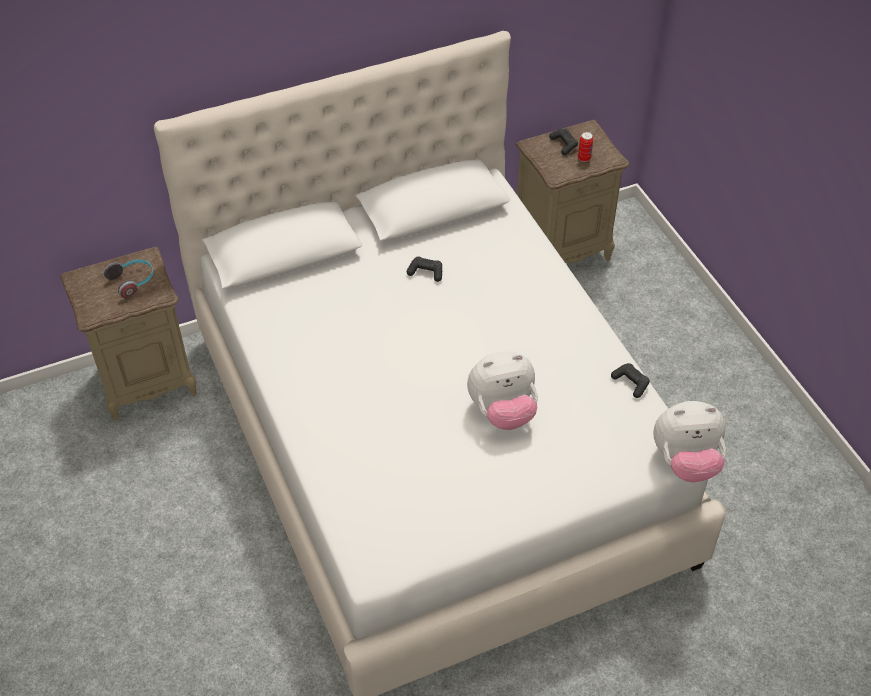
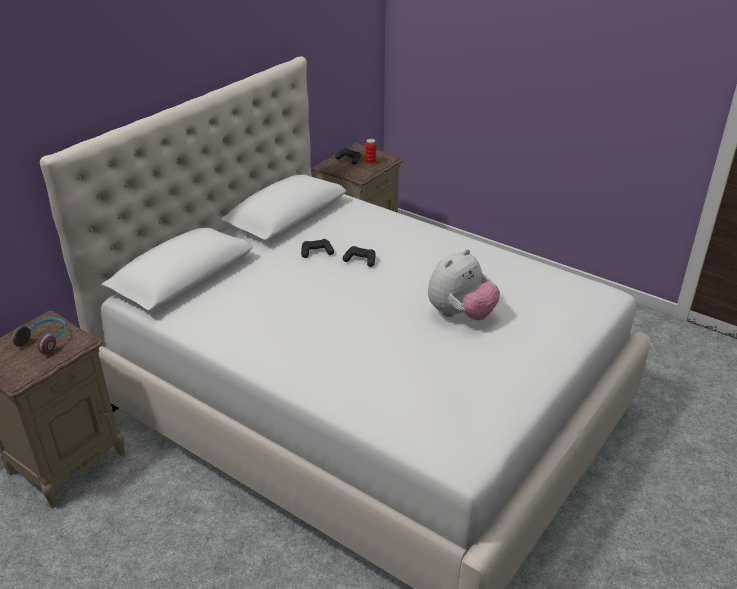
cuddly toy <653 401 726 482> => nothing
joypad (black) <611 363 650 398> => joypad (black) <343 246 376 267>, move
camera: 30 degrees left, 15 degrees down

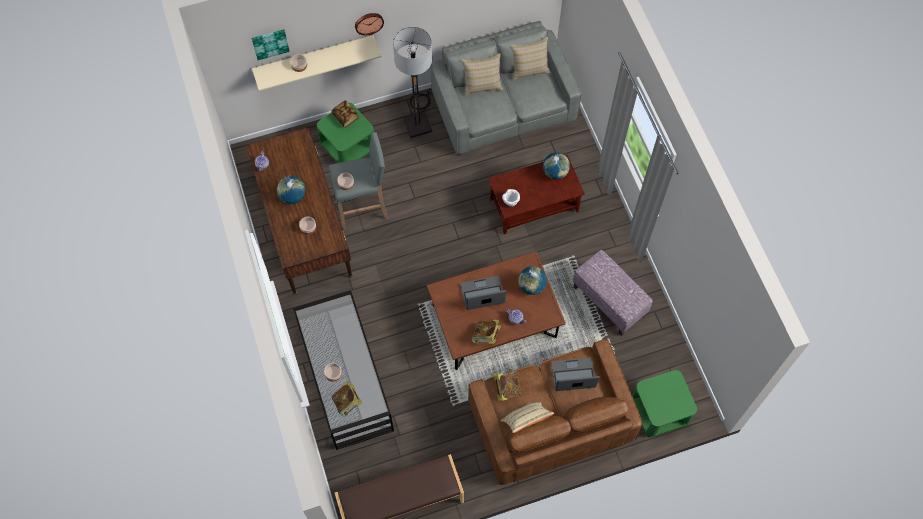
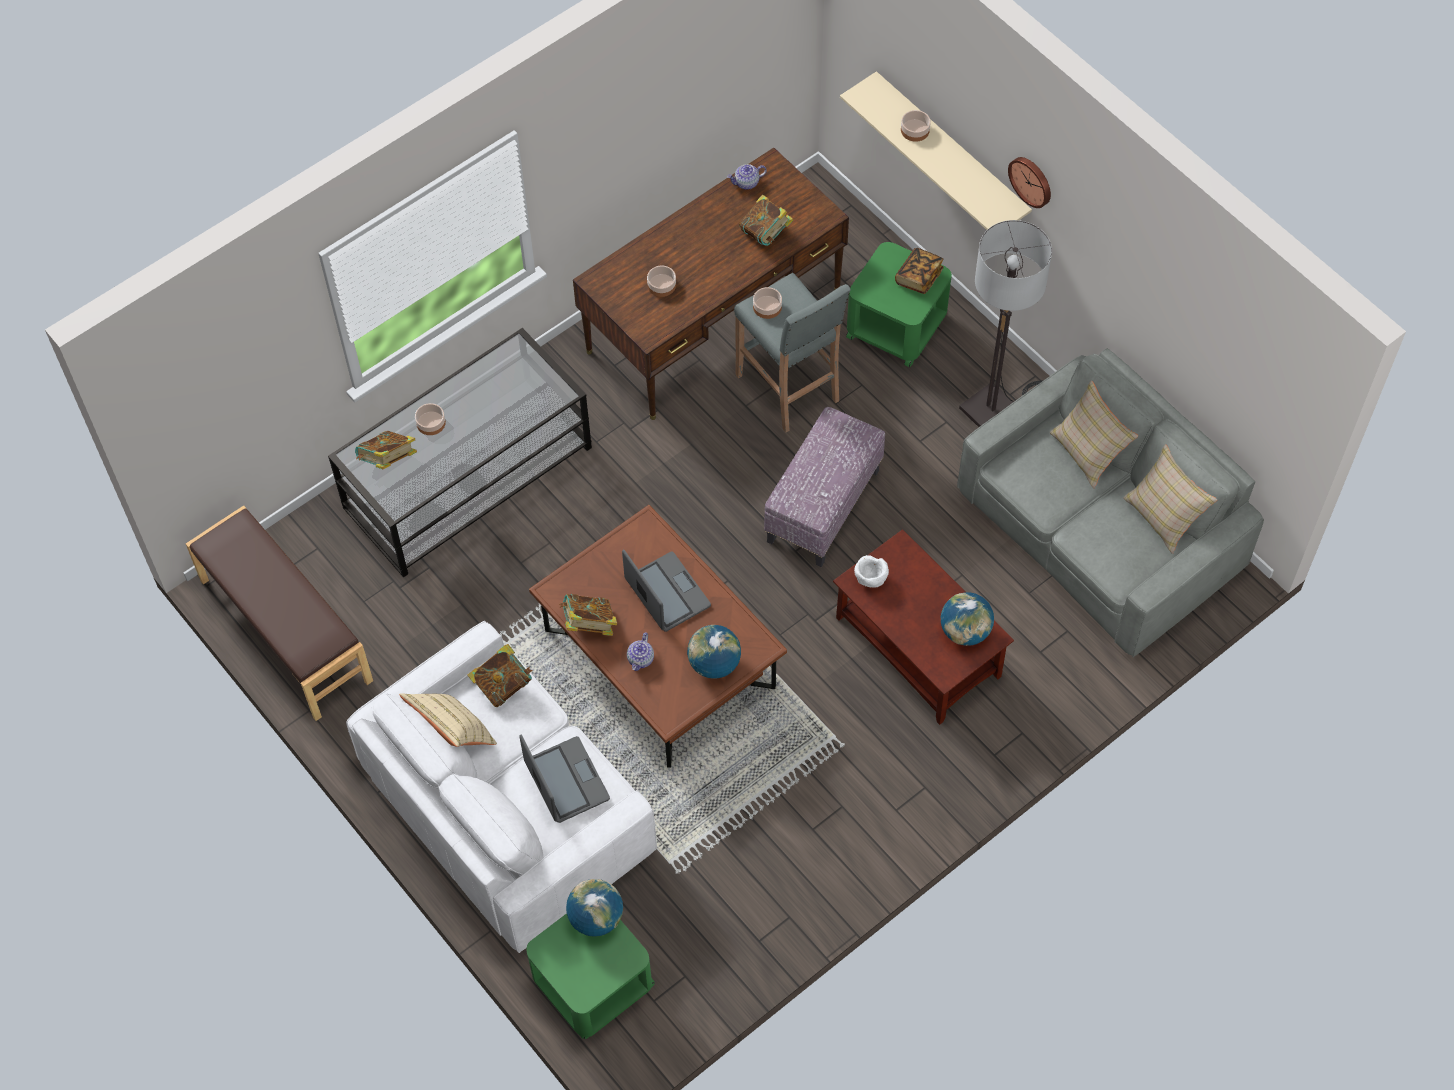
wall art <252 29 290 60> => nothing
nothing => volume <739 195 794 246>
desk globe <277 176 305 204> => desk globe <566 879 623 937>, move
pouffe <573 250 653 336> => pouffe <764 407 885 567>, move
settee (brown-coloured) <468 339 643 485> => settee (white-coloured) <346 621 657 953>
camera: 70 degrees right, 5 degrees down

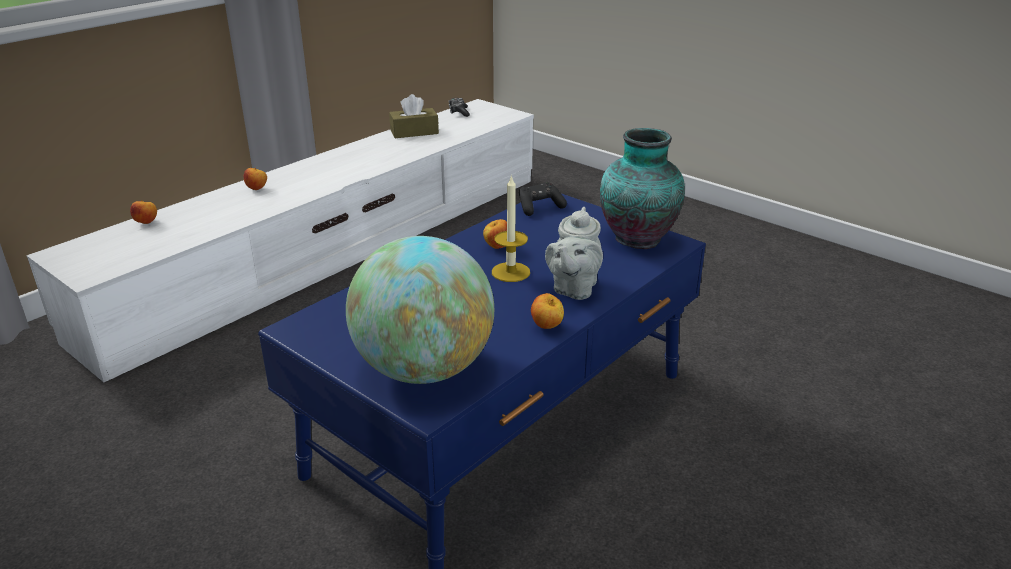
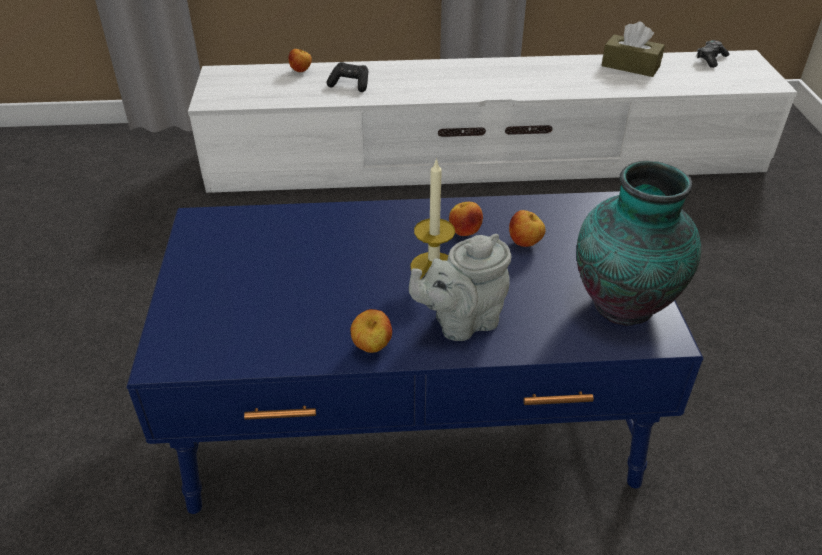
desk globe <346 236 494 384> => nothing
apple <244 168 267 190> => apple <509 210 546 247>, move
joypad (black) <519 182 567 216> => joypad (black) <327 62 368 92>, move
camera: 45 degrees right, 10 degrees up

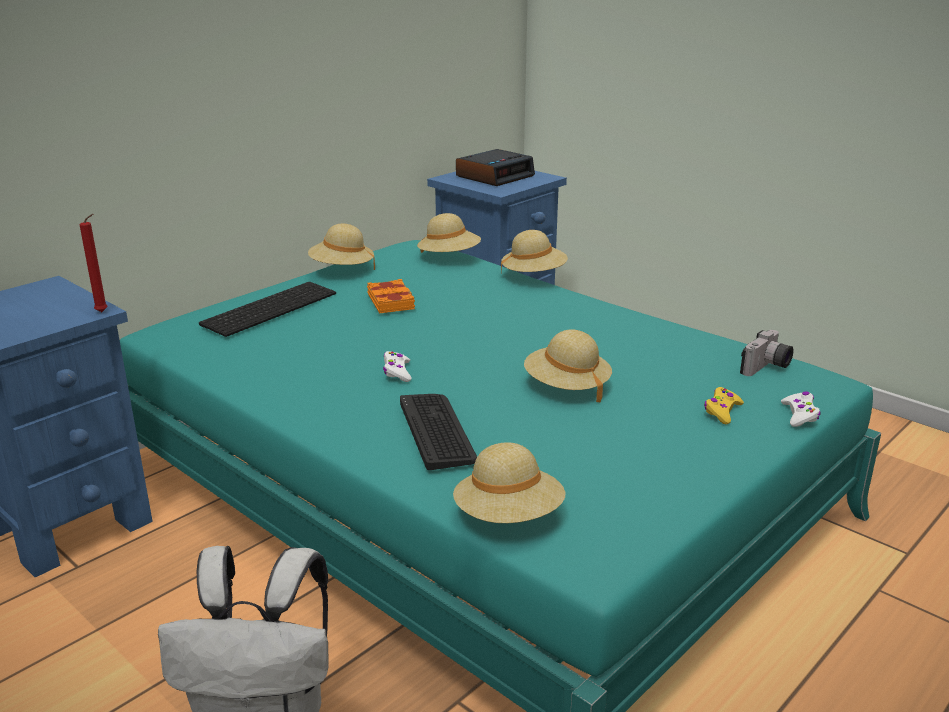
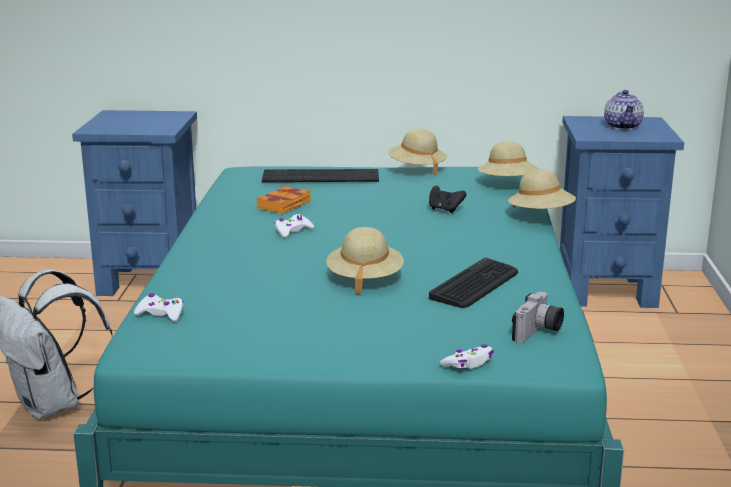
candle (red) <79 214 108 312> => nothing
joypad (yellow) <704 387 744 424> => nothing
nothing => joypad (black) <429 185 466 213>
volume (orange-coloured) <367 279 415 313> => volume (orange-coloured) <257 185 311 214>, move
keyboard <400 394 477 470> => keyboard <429 258 518 308>, move
wearable hat (sand-coloured) <453 442 566 523> => joypad (white-coloured) <134 293 183 321>
bedside clock <456 149 535 186> => pot for tea <604 90 644 130>
photo camera <740 330 793 376> => photo camera <512 292 564 343>, 60 degrees counterclockwise
camera: 50 degrees right, 5 degrees down

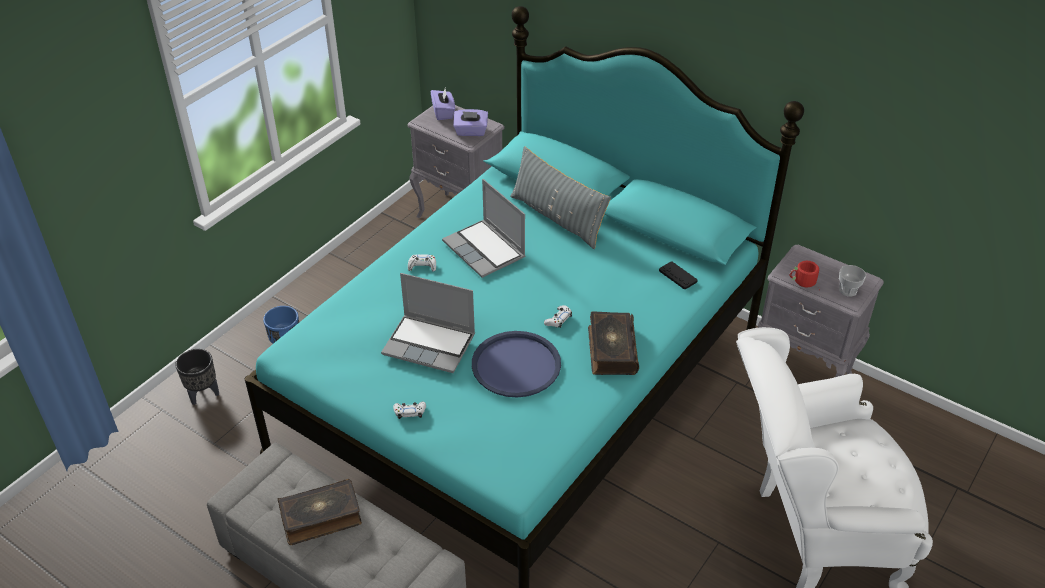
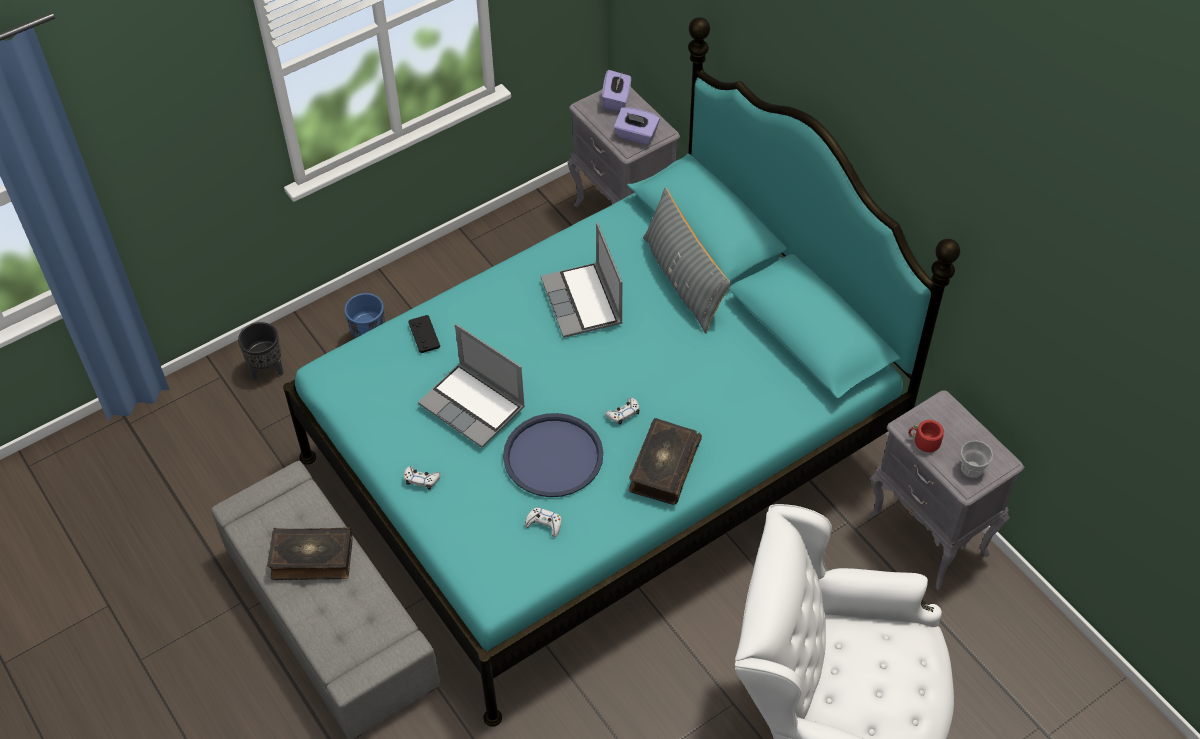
joypad (white-coloured) <408 254 436 272> => joypad (white-coloured) <525 507 562 537>, move
joypad (black) <659 262 697 290> => joypad (black) <408 315 440 353>, move
camera: 20 degrees right, 10 degrees up

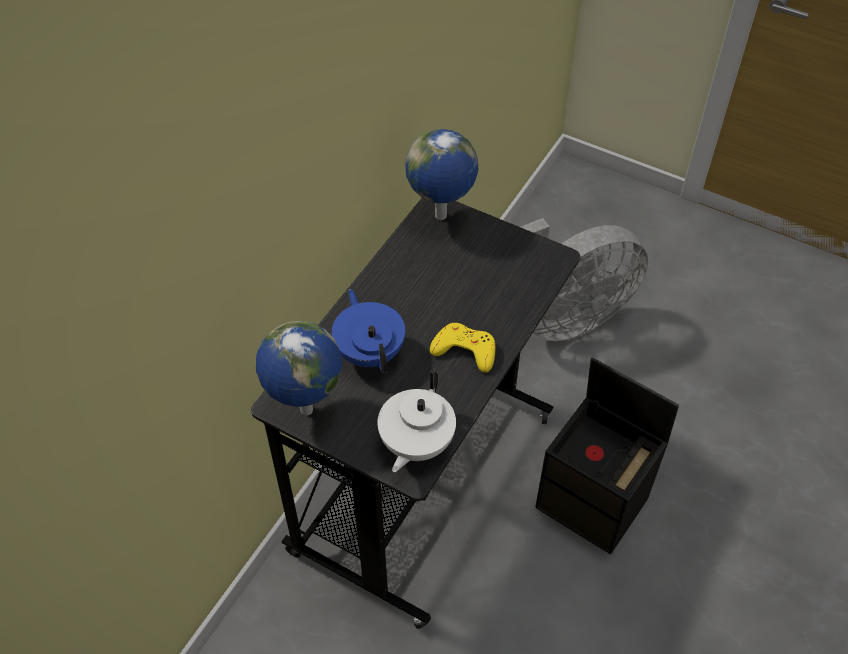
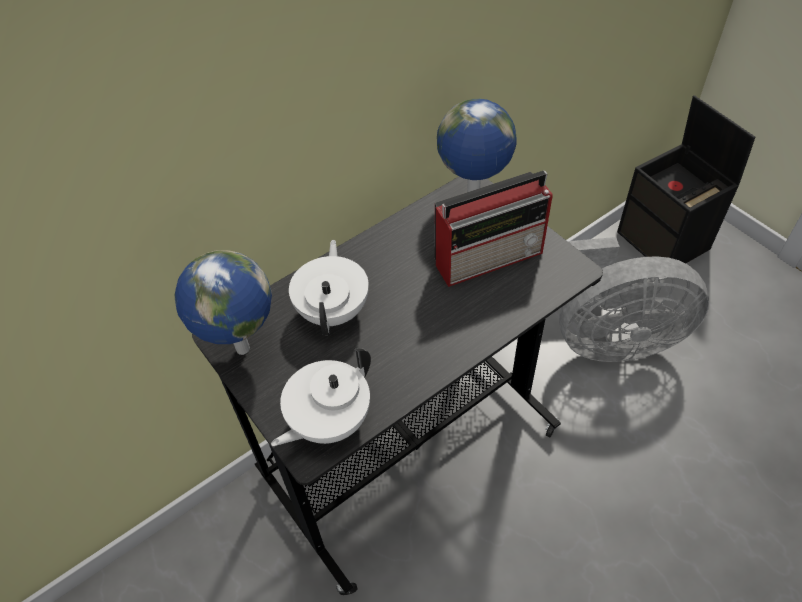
joypad (yellow) <430 323 495 373> => nothing
nothing => radio <435 171 553 287>
storage box (black) <535 357 679 554> => storage box (black) <617 95 755 263>, move
pot for tea (blue) <332 289 405 374> => pot for tea (white-coloured) <289 240 369 335>
camera: 25 degrees right, 0 degrees up

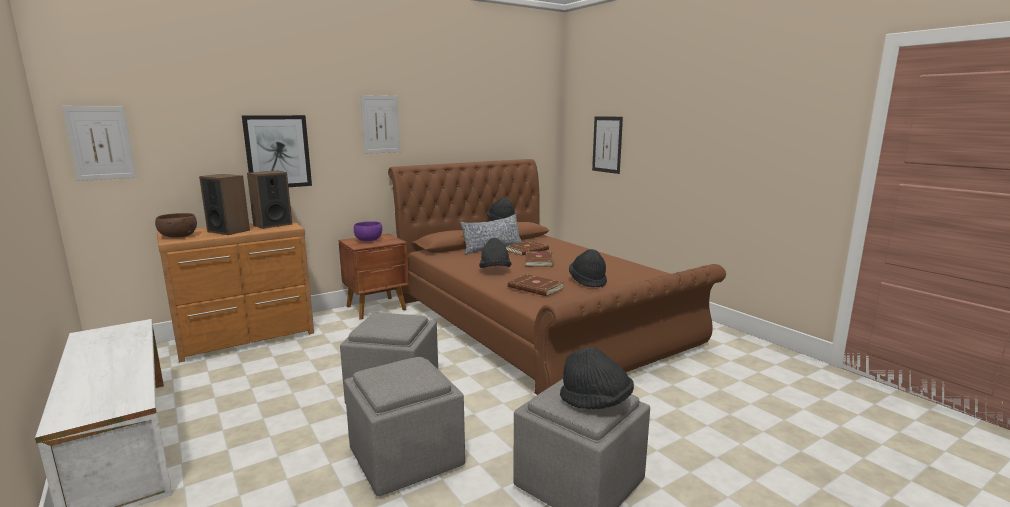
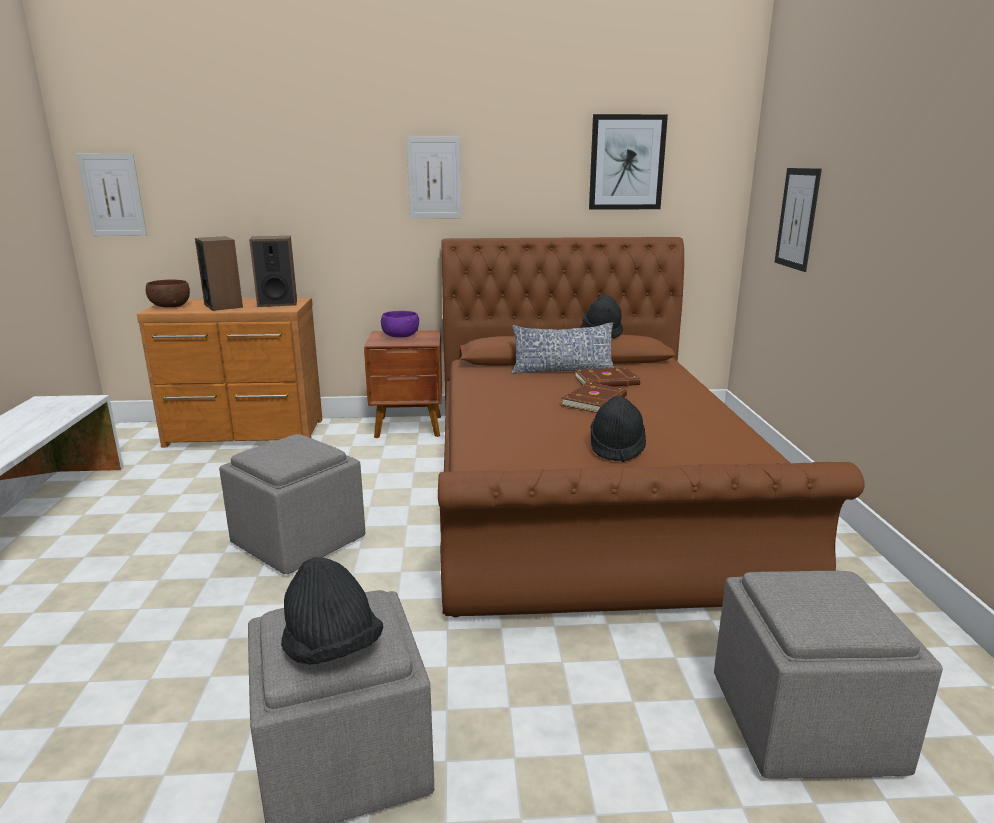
wearable hat (black) <479 238 512 268> => nothing
volume (brown-coloured) <508 274 564 296> => nothing
wall art <242 115 312 187> => wall art <589 114 668 210>, move
pouffe (gray) <344 357 465 496> => pouffe (gray) <714 571 943 779>, move
camera: 30 degrees right, 5 degrees up

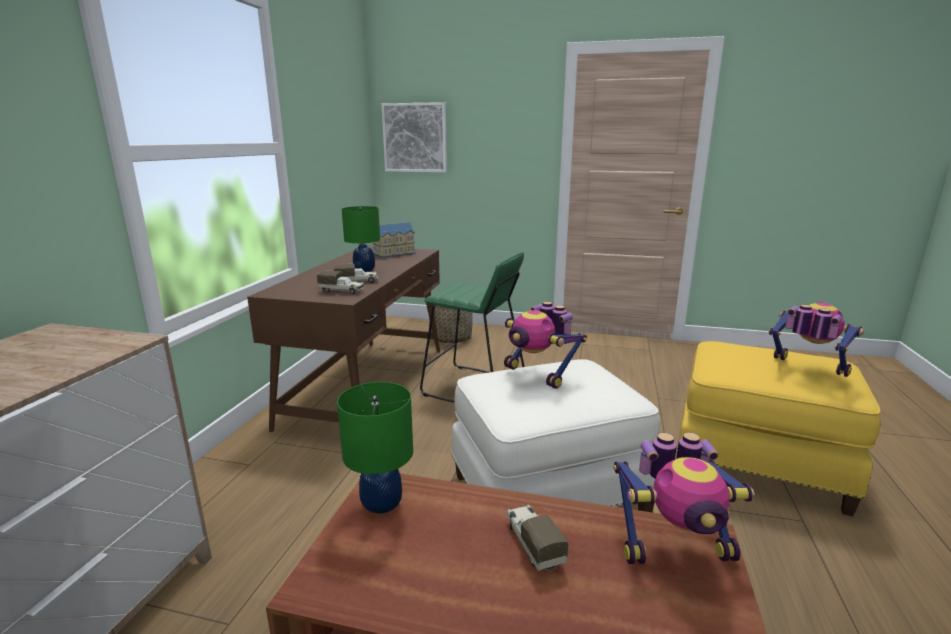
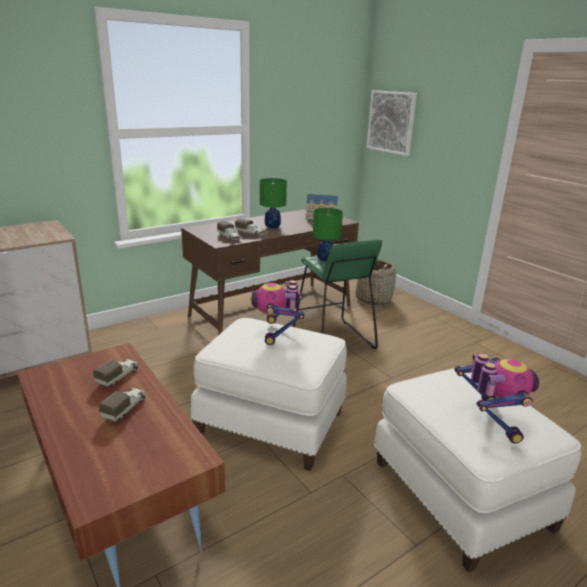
model robot <613 432 754 564> => nothing
nothing => toy lorry <93 359 139 387>
table lamp (greenish) <337 382 413 514> => table lamp (greenish) <313 208 343 261>, move
pouffe (yellow) <676 341 881 516> => pouffe (white-coloured) <374 366 582 573>
camera: 40 degrees right, 5 degrees up

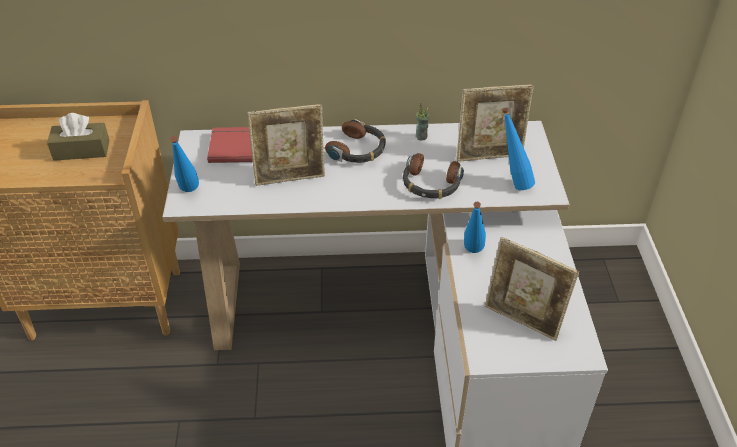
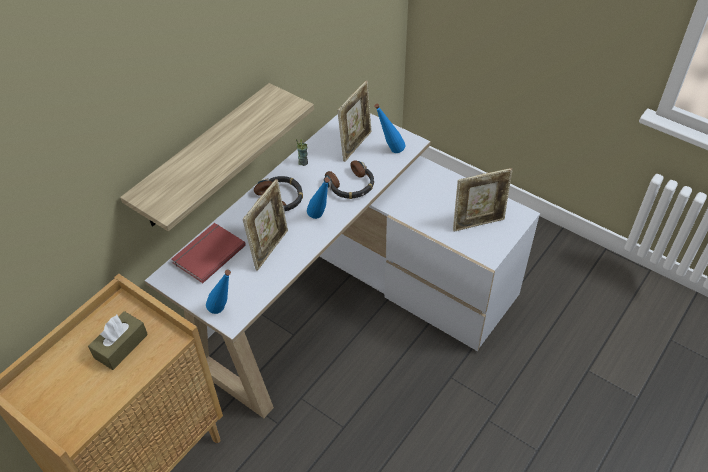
nothing => bracket shelf <120 83 314 231>
beverage bottle (blue) <464 202 486 253> => beverage bottle (blue) <307 177 330 219>, move
camera: 50 degrees left, 5 degrees up

